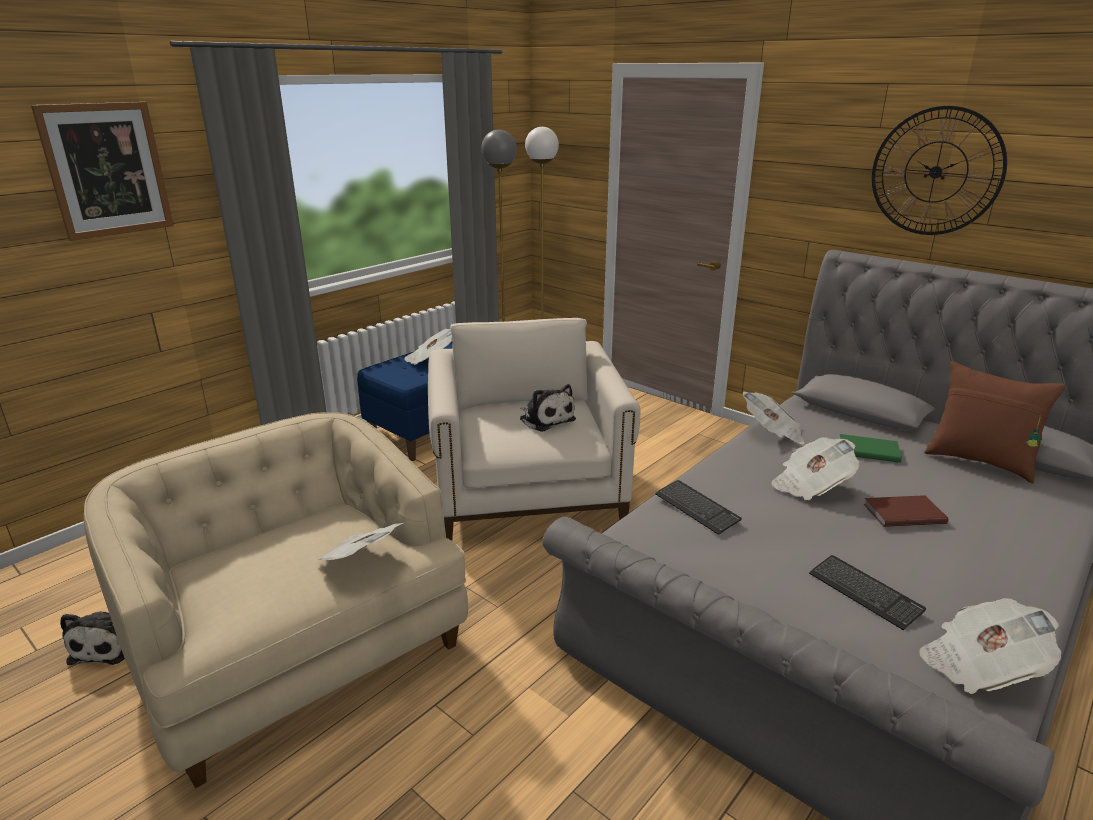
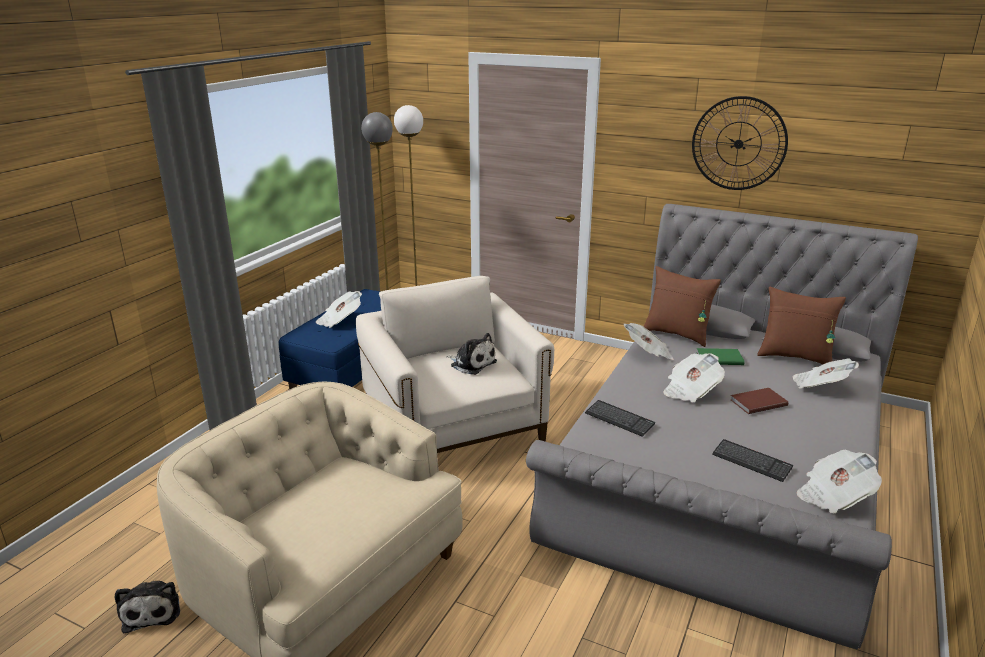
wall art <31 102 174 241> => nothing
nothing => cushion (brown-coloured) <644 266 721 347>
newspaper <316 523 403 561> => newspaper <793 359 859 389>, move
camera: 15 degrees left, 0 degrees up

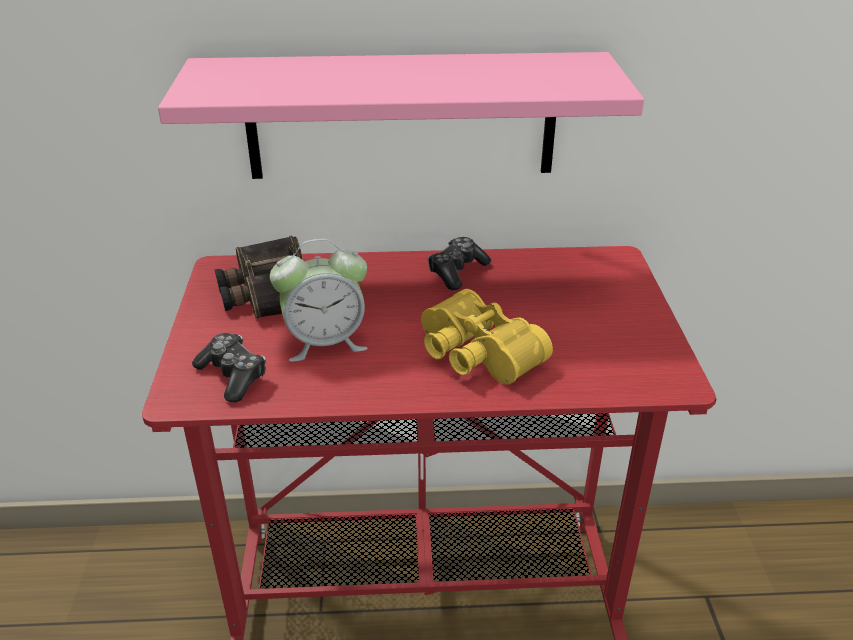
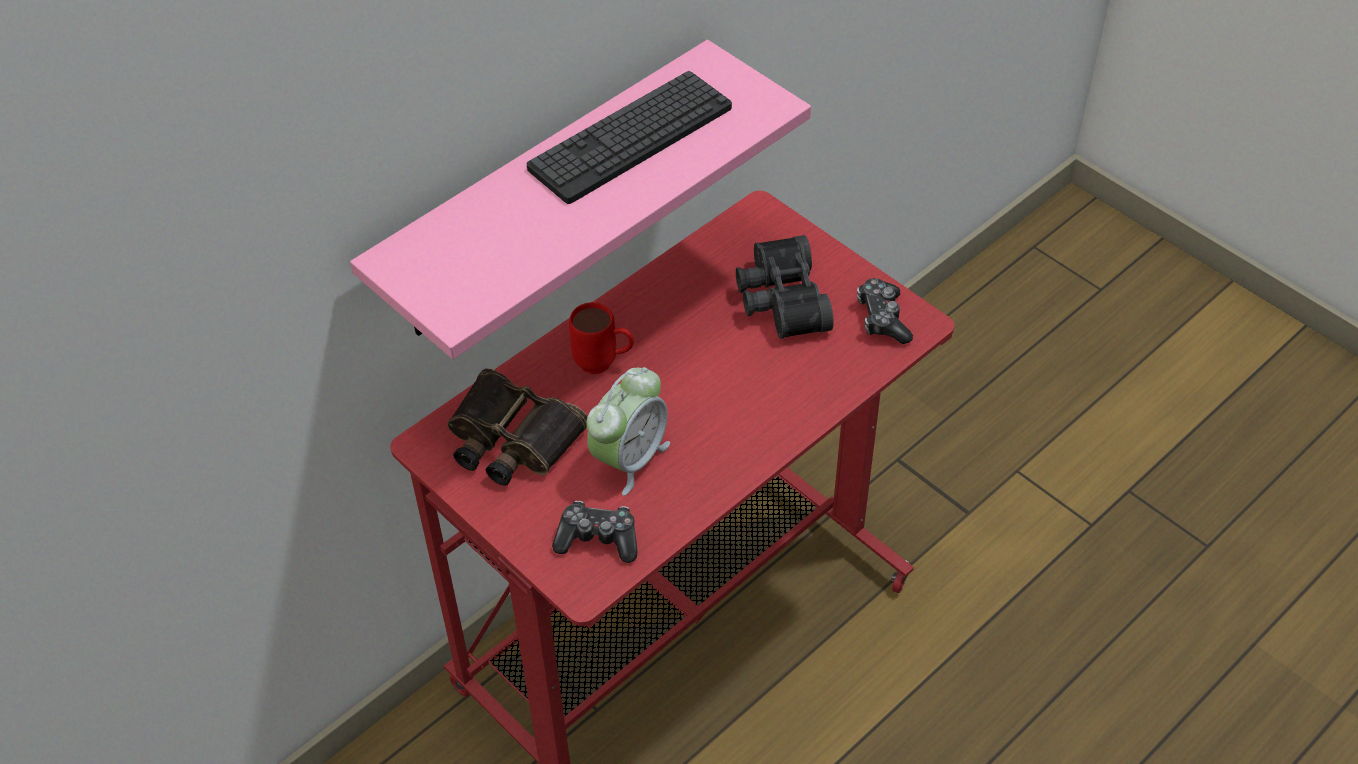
field glasses (yellow) <421 289 553 385> => nothing
nothing => keyboard <527 71 732 204>
nothing => mug (red) <569 302 634 374>
nothing => field glasses (black) <736 235 834 339>
joypad <428 237 491 290> => joypad <857 278 913 344>, move
camera: 40 degrees left, 15 degrees up

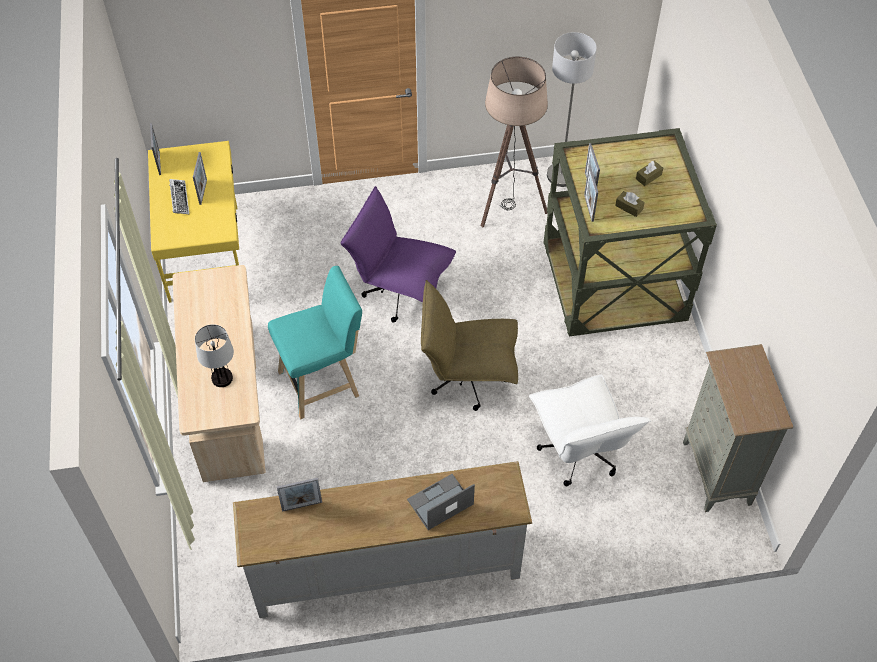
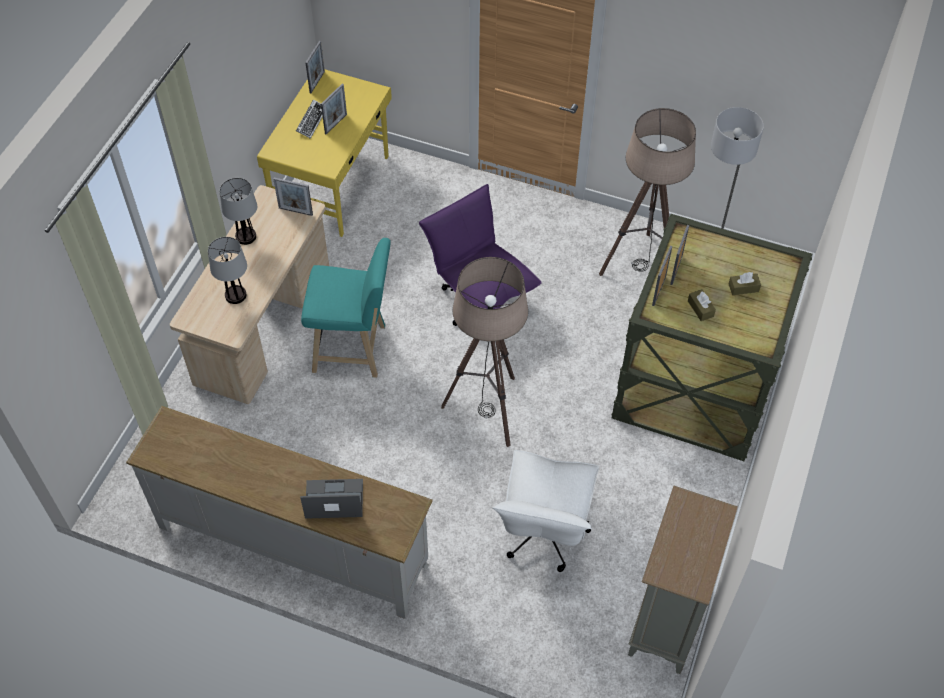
nothing => table lamp <220 178 257 245>
standing frame <277 478 322 512> => standing frame <273 178 313 216>, move
office chair (sand-coloured) <421 280 518 411> => floor lamp <441 257 528 447>
camera: 30 degrees right, 0 degrees up

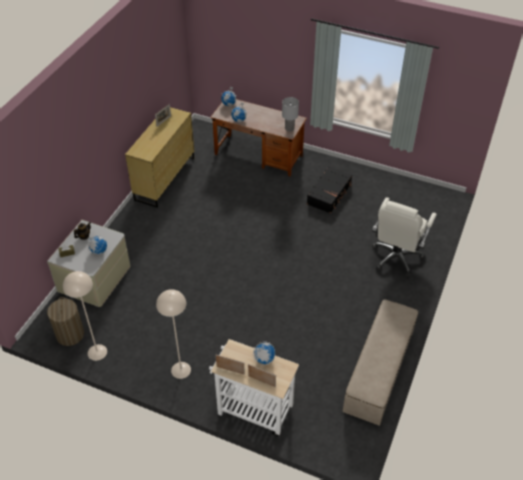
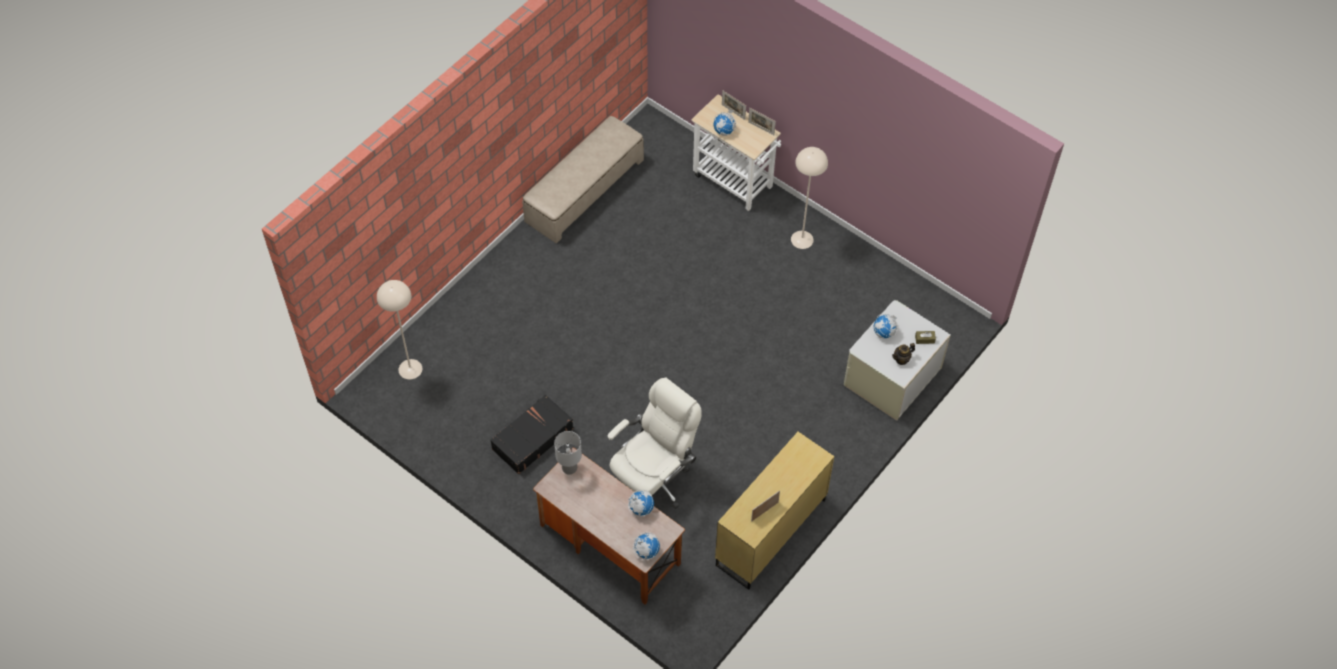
washing basket <47 297 84 346> => nothing
floor lamp (sand-coloured) <63 271 107 361> => floor lamp (sand-coloured) <377 280 422 379>, move
office chair (white-coloured) <372 197 437 278> => office chair (white-coloured) <608 378 702 509>, move
camera: 165 degrees left, 10 degrees up

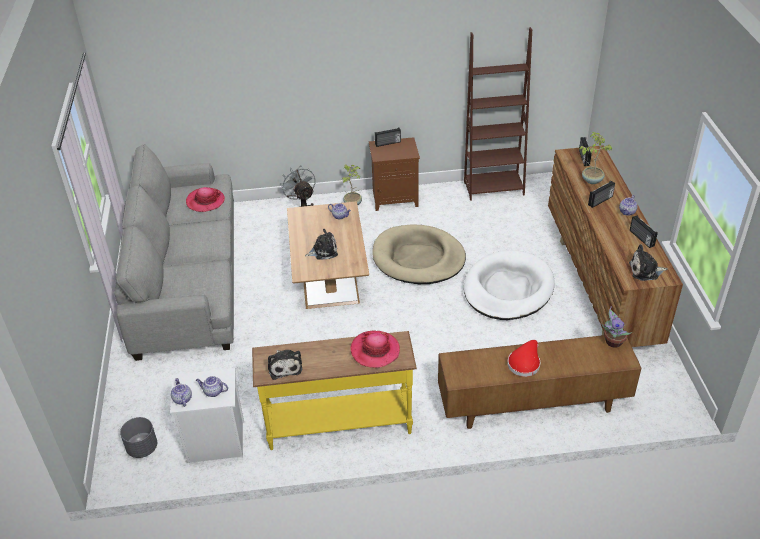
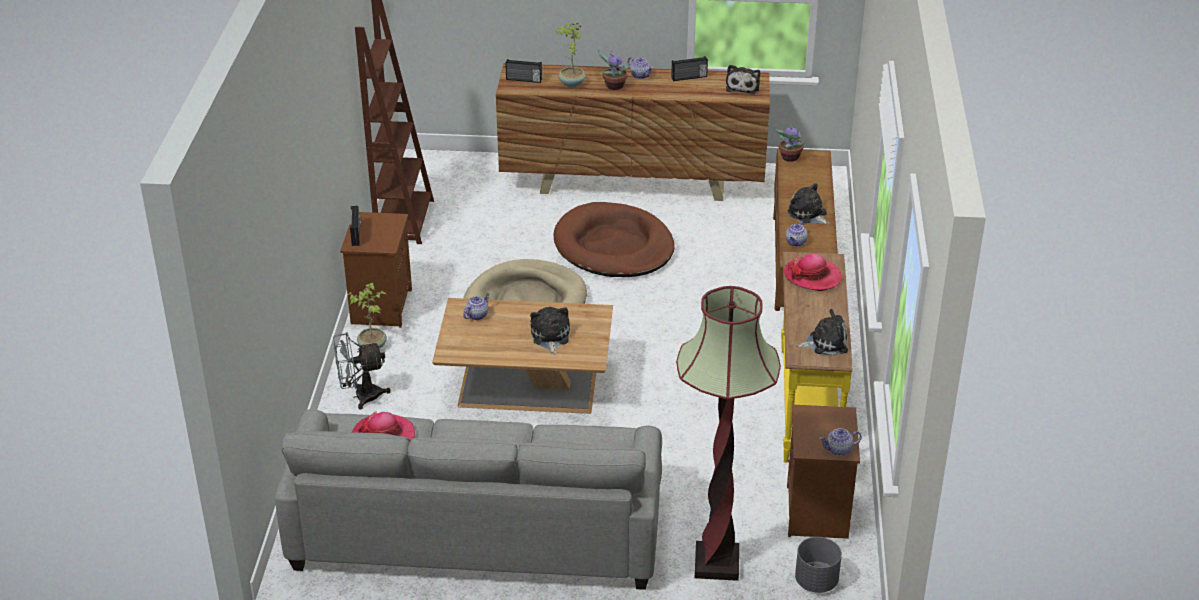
nothing => floor lamp <676 286 781 581>
pot for tea <196 376 228 397> => pot for tea <785 221 808 246>, move
wearable hat (red) <507 340 540 377> => cuddly toy <787 183 830 225>
radio <588 181 615 208> => plant in a pot <598 49 630 90>
bedside table (white-coloured) <170 368 244 463> => bedside table (brown-coloured) <787 404 860 539>
pet bed (white-coloured) <464 250 555 320> => pet bed (brown-coloured) <554 202 675 277>
camera: 80 degrees left, 5 degrees down

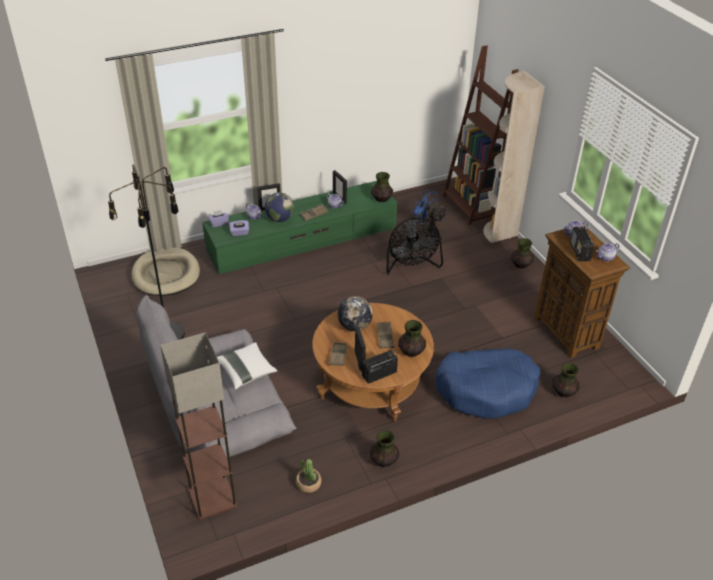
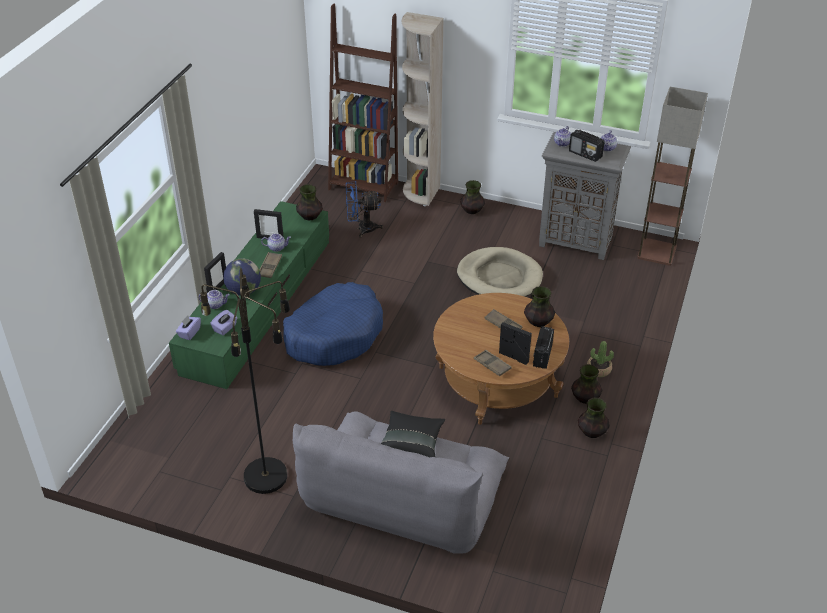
desk globe <338 296 373 331> => nothing
cooling fan (black) <386 217 443 275> => nothing
pet bed (sand-coloured) <132 248 200 296> => pet bed (sand-coloured) <457 247 543 297>, move
floor lamp <160 332 237 520> => floor lamp <637 87 708 266>, move
plant in a pot <296 459 321 493> => plant in a pot <587 341 614 377>, move
pet bed (blue) <435 348 541 419> => pet bed (blue) <283 282 383 366>, move
vase <553 363 580 397> => vase <571 364 602 404>, move
cushion (white-coloured) <217 342 278 390> => cushion (black) <381 411 445 458>
cabinet (brown-coloured) <535 225 630 358> => cabinet (gray) <539 132 631 260>
camera: 45 degrees left, 0 degrees up

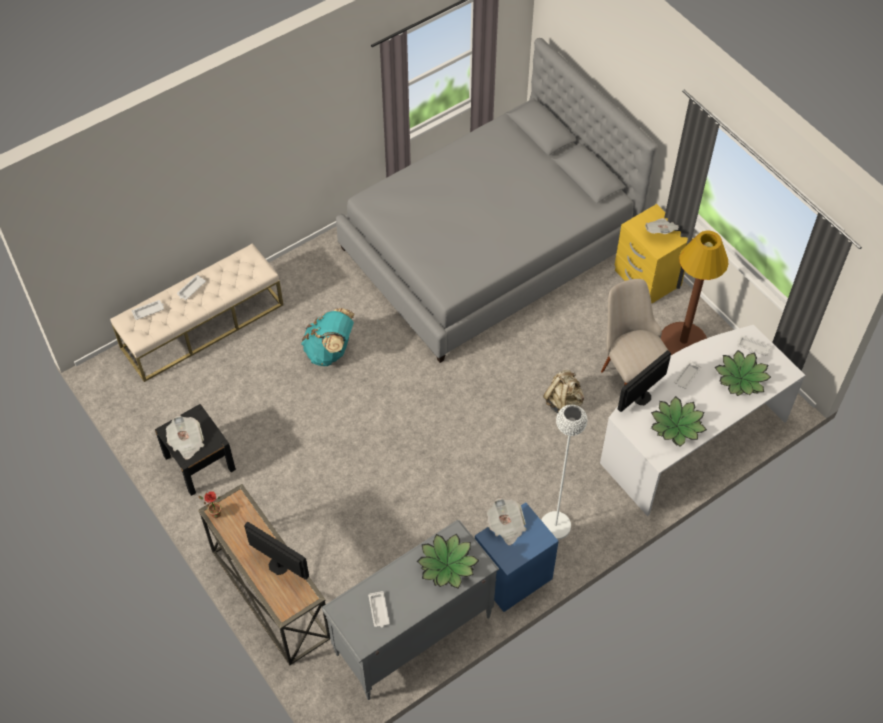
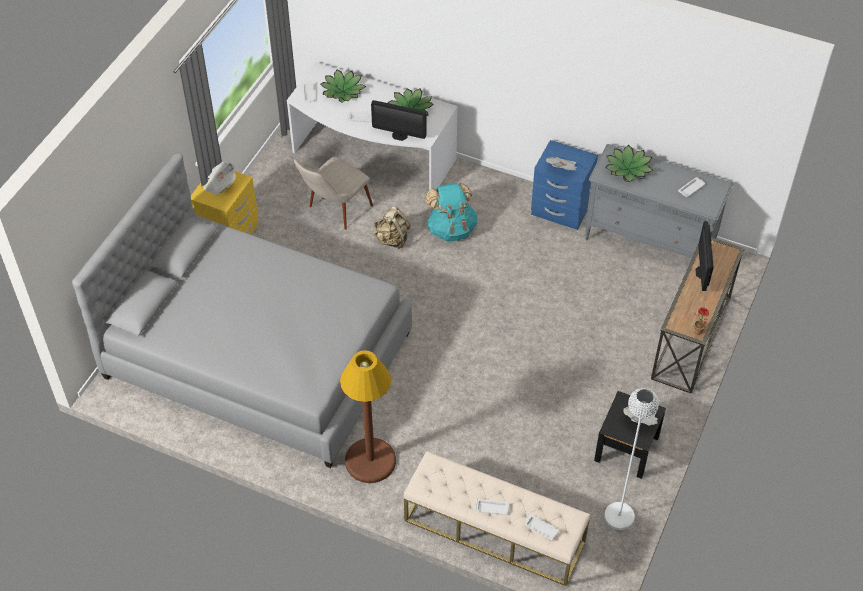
knapsack (blue-green) <301 308 354 366> => knapsack (blue-green) <426 183 478 242>, move
floor lamp (white-coloured) <541 405 587 540> => floor lamp (white-coloured) <604 388 659 530>, move
floor lamp (brown-coloured) <660 231 728 355> => floor lamp (brown-coloured) <340 350 396 483>, move
camera: 120 degrees left, 5 degrees down

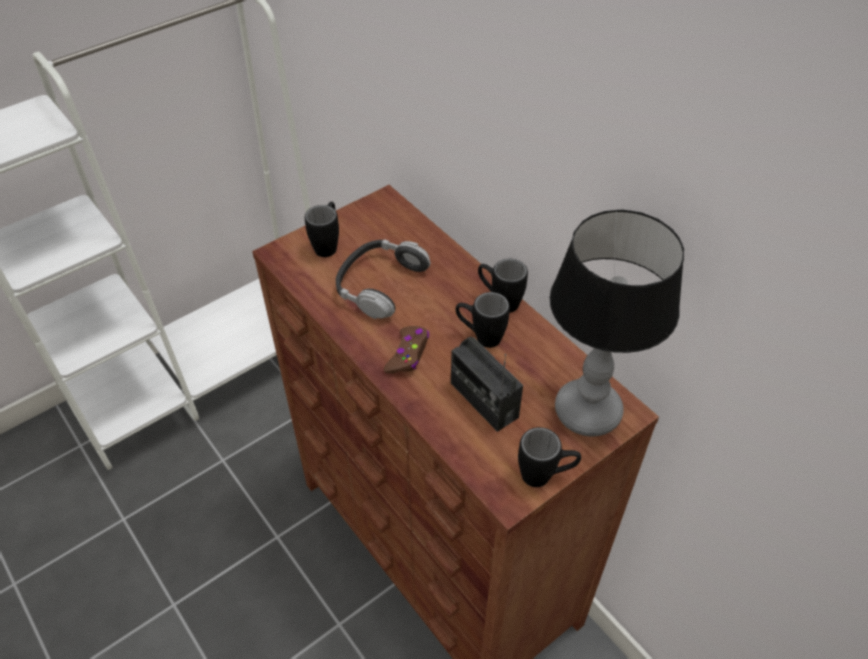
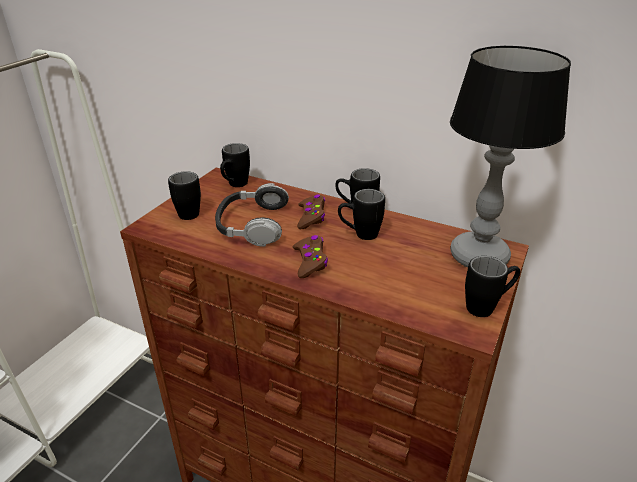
radio <451 337 523 432> => nothing
nothing => mug (black) <220 143 250 187>
nothing => joypad (brown-coloured) <297 195 325 229>
camera: 25 degrees left, 15 degrees down

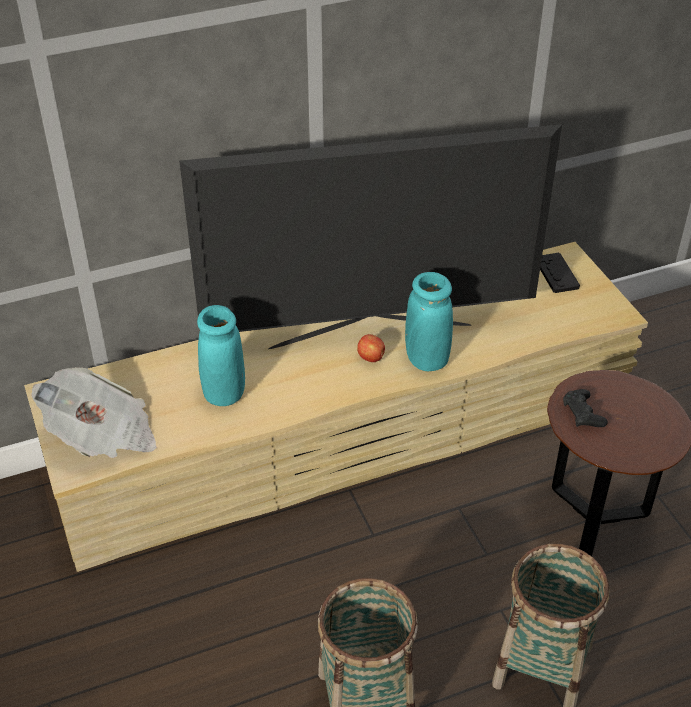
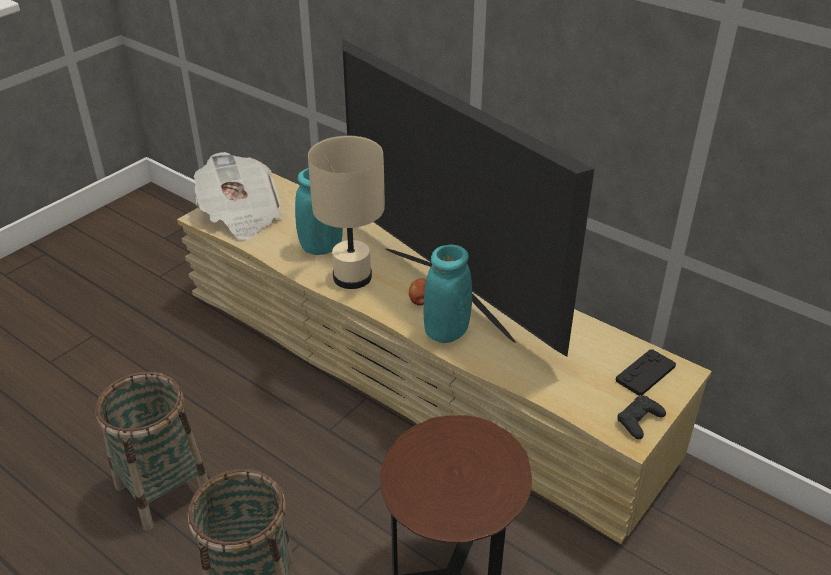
nothing => table lamp (sand-coloured) <308 136 385 289>
joypad (black) <563 389 608 427> => joypad (black) <617 396 666 439>, move
camera: 60 degrees right, 5 degrees down

